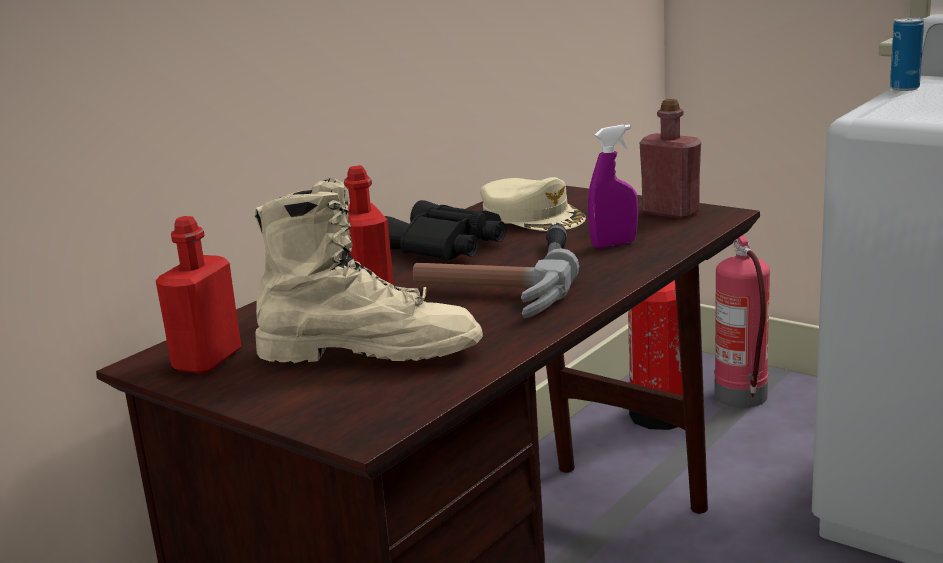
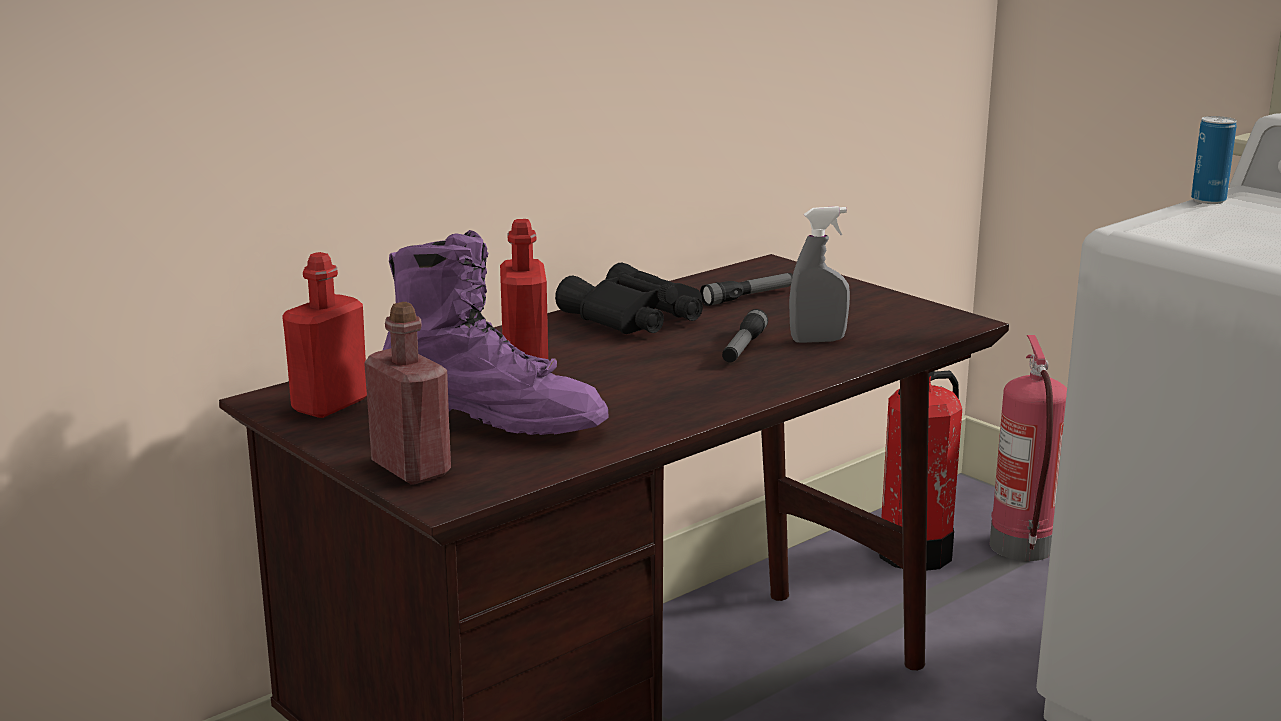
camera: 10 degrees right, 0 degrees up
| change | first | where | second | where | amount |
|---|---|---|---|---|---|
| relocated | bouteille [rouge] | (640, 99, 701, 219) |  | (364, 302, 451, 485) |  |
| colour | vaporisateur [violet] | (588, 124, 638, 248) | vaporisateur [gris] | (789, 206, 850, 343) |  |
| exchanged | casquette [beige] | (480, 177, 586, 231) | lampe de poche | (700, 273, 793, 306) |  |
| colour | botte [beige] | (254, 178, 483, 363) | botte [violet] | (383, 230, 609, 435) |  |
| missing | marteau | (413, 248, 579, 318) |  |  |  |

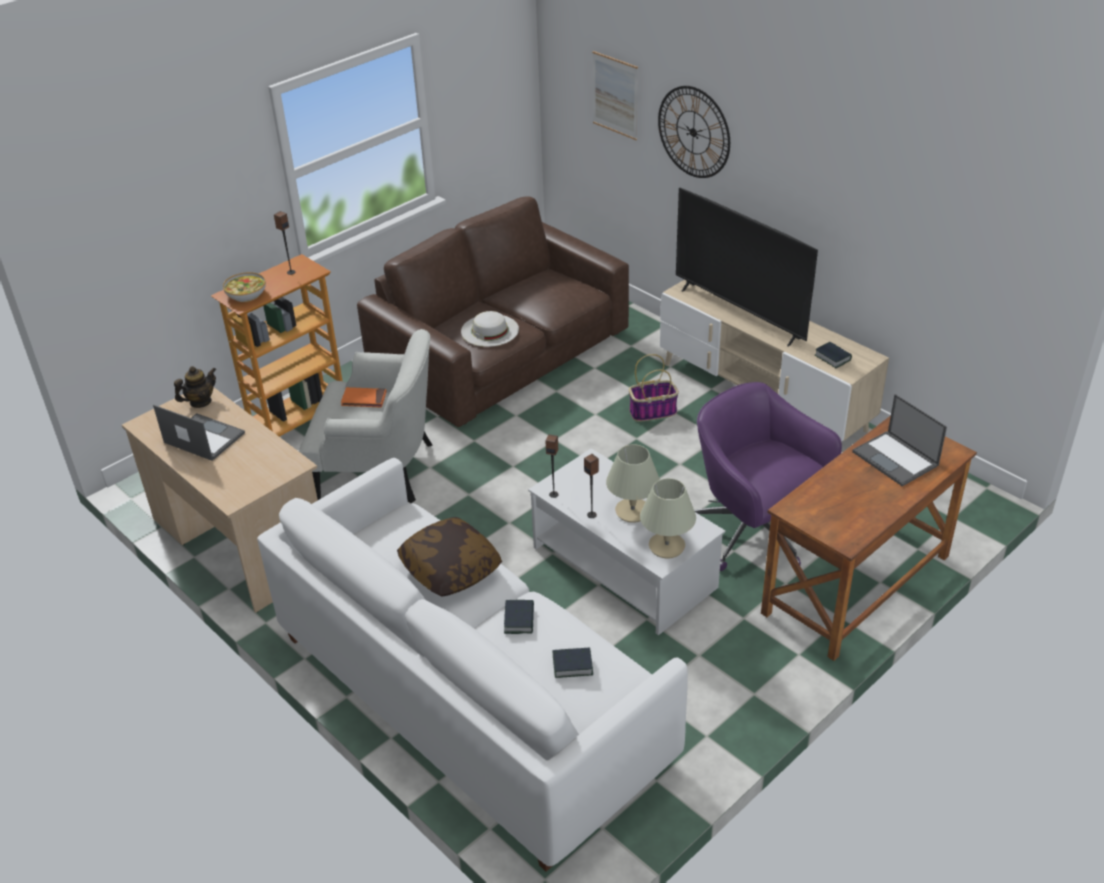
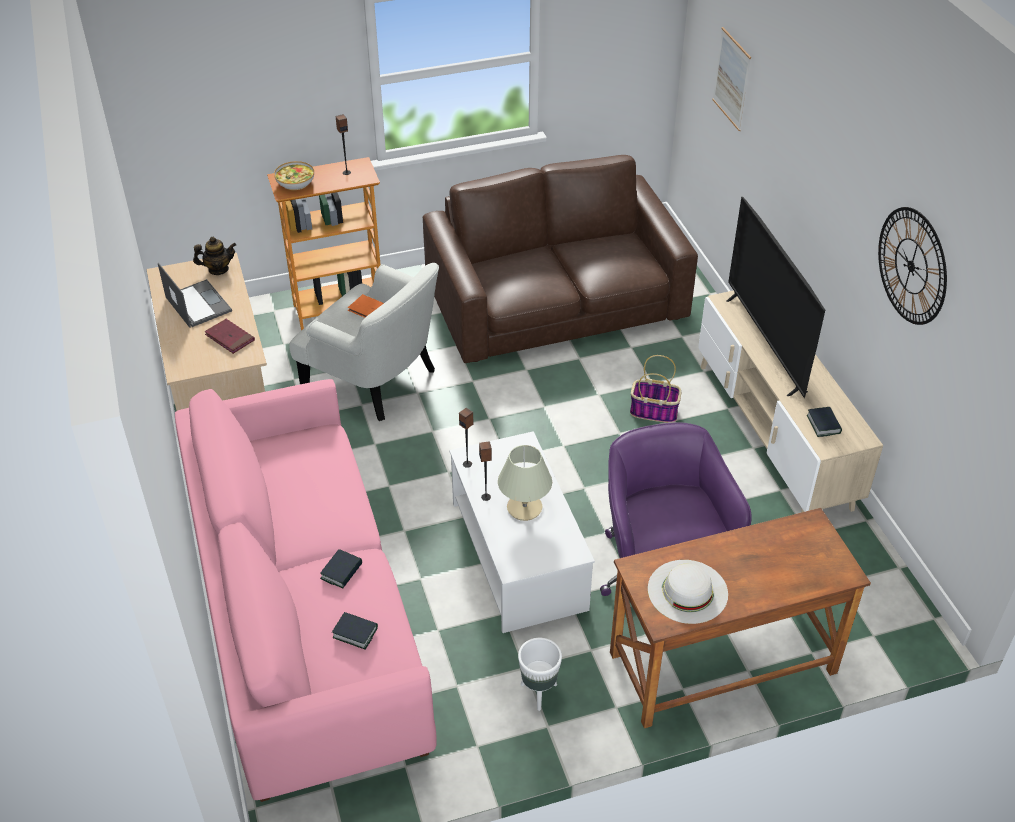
camera: 25 degrees right, 5 degrees up
| change | first | where | second | where | amount |
|---|---|---|---|---|---|
| relocated | horloge murale | (658, 86, 730, 178) |  | (878, 207, 947, 325) |  |
| relocated | chapeau [blanc] | (461, 311, 519, 347) |  | (648, 560, 728, 624) |  |
| missing | ordinateur portable | (852, 394, 947, 486) |  |  |  |
| colour | canapé [blanc] | (257, 458, 688, 871) | canapé [rose] | (175, 379, 436, 802) |  |
| missing | lampe de table [beige] | (640, 478, 696, 558) |  |  |  |
| missing | coussin | (397, 517, 502, 597) |  |  |  |
| appeared |  |  | livre [rouge] | (205, 319, 255, 354) |  |
| appeared |  |  | cache-pot [blanc] | (518, 638, 562, 711) |  |

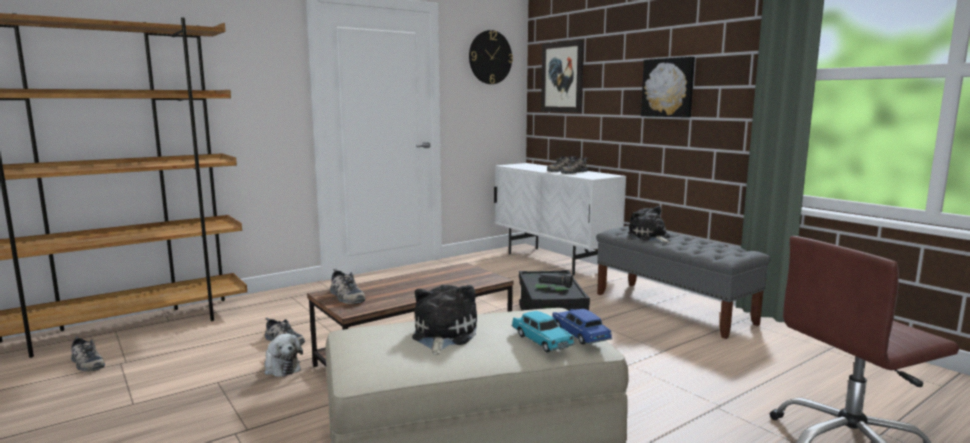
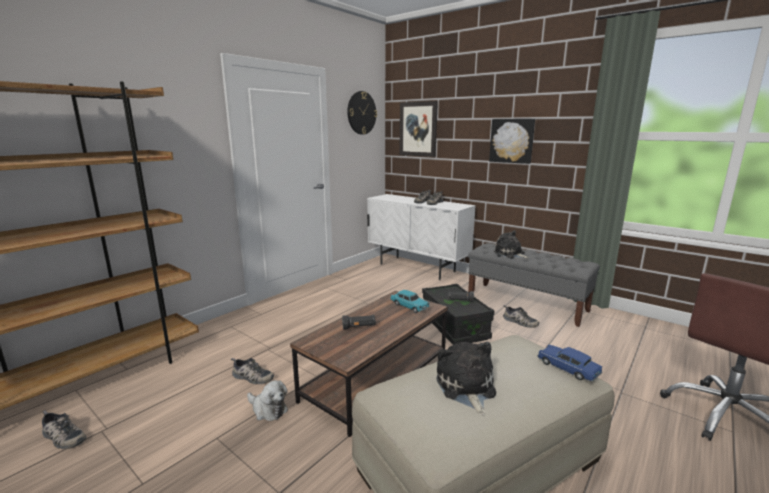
camera: 15 degrees left, 5 degrees up
| change | first | where | second | where | amount |
|---|---|---|---|---|---|
| relocated | chaussure | (330, 269, 365, 304) |  | (503, 305, 539, 328) |  |
| relocated | petite voiture [turquoise] | (511, 311, 575, 353) |  | (390, 290, 430, 313) |  |
| appeared |  |  | lampe de poche [noir] | (342, 315, 376, 330) |  |

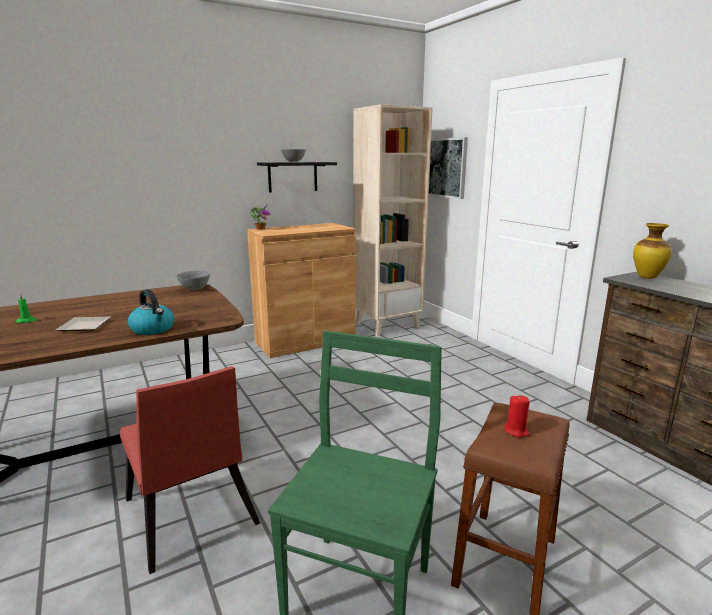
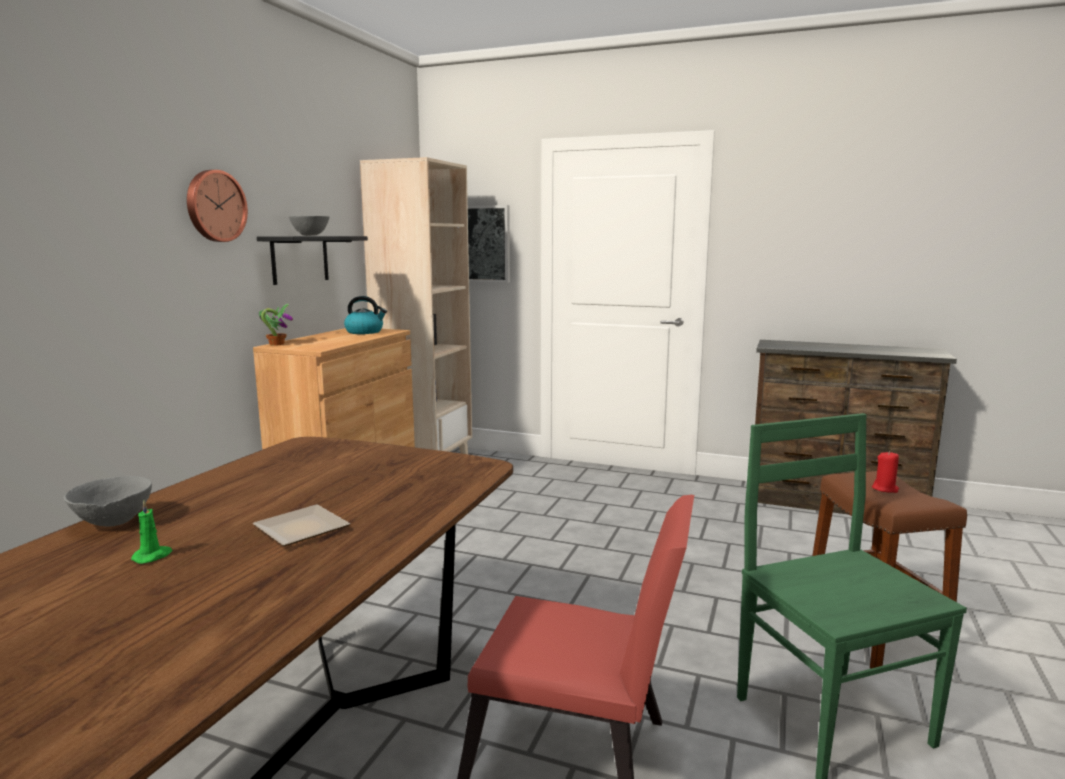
camera: 40 degrees left, 5 degrees down
| change | first | where | second | where | amount |
|---|---|---|---|---|---|
| missing | vase | (633, 223, 672, 279) |  |  |  |
| relocated | bol [gris] | (176, 271, 210, 290) |  | (64, 476, 152, 527) |  |
| relocated | bouilloire | (128, 289, 174, 335) |  | (344, 296, 387, 334) |  |
| appeared |  |  | horloge murale | (187, 170, 248, 242) |  |

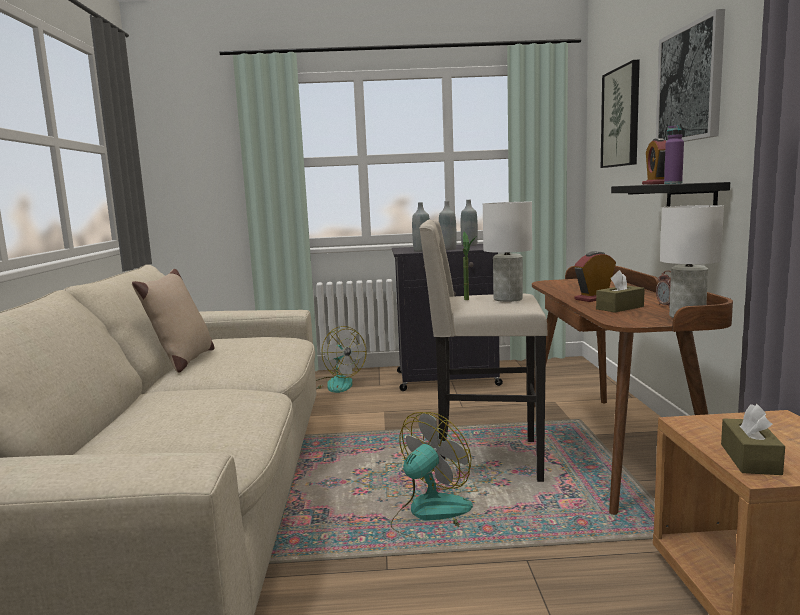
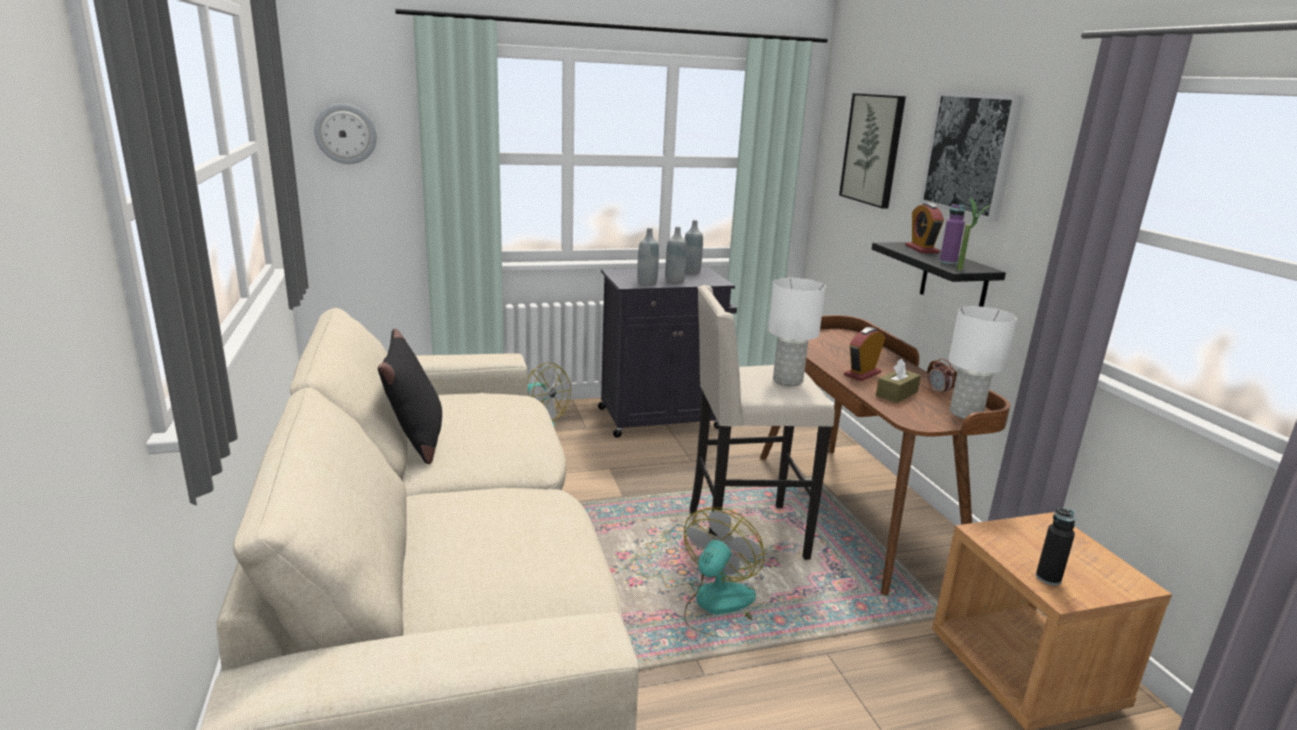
camera: 15 degrees left, 10 degrees up
| change | first | where | second | where | amount |
|---|---|---|---|---|---|
| relocated | plante en pot | (463, 232, 476, 300) |  | (957, 197, 991, 271) |  |
| colour | coussin [beige] | (132, 269, 215, 373) | coussin [noir] | (378, 329, 442, 464) |  |
| exchanged | boîte à mouchoirs [marron] | (721, 404, 785, 475) | bouteille [noir] | (1036, 508, 1075, 585) |  |
| appeared |  |  | horloge murale | (314, 104, 377, 164) |  |

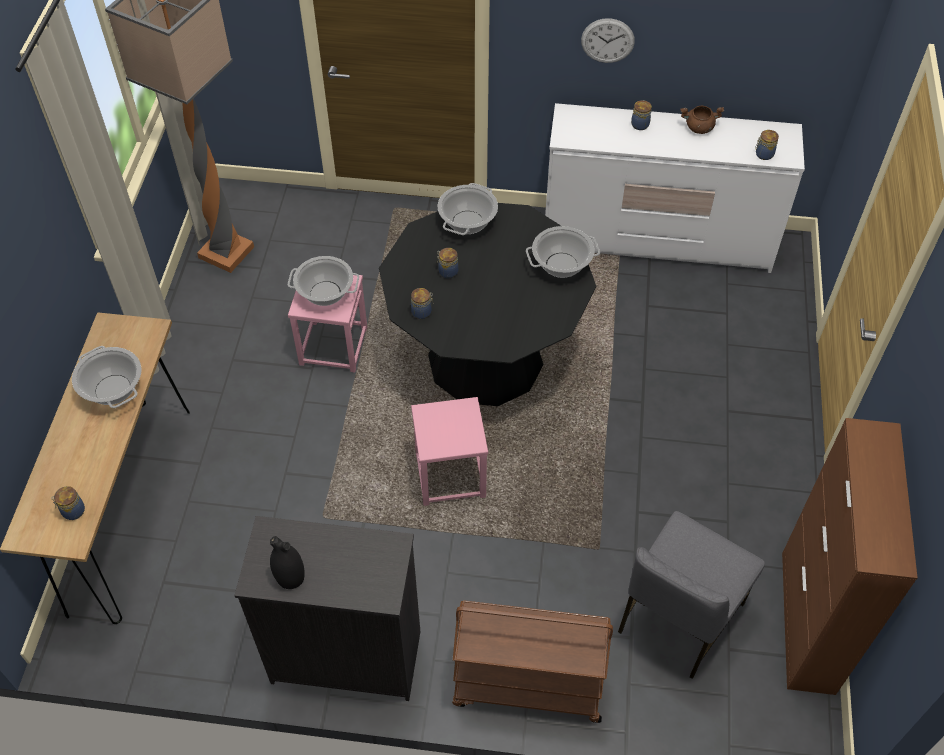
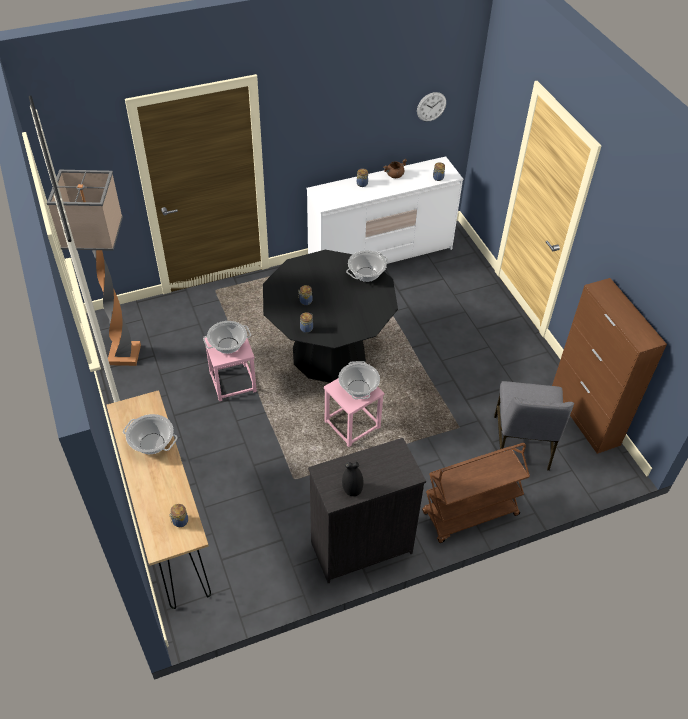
camera: 30 degrees left, 5 degrees down
| change | first | where | second | where | amount |
|---|---|---|---|---|---|
| relocated | horloge murale | (581, 18, 635, 63) |  | (417, 92, 446, 122) |  |
| relocated | marmite | (438, 183, 498, 235) |  | (338, 361, 380, 399) |  |

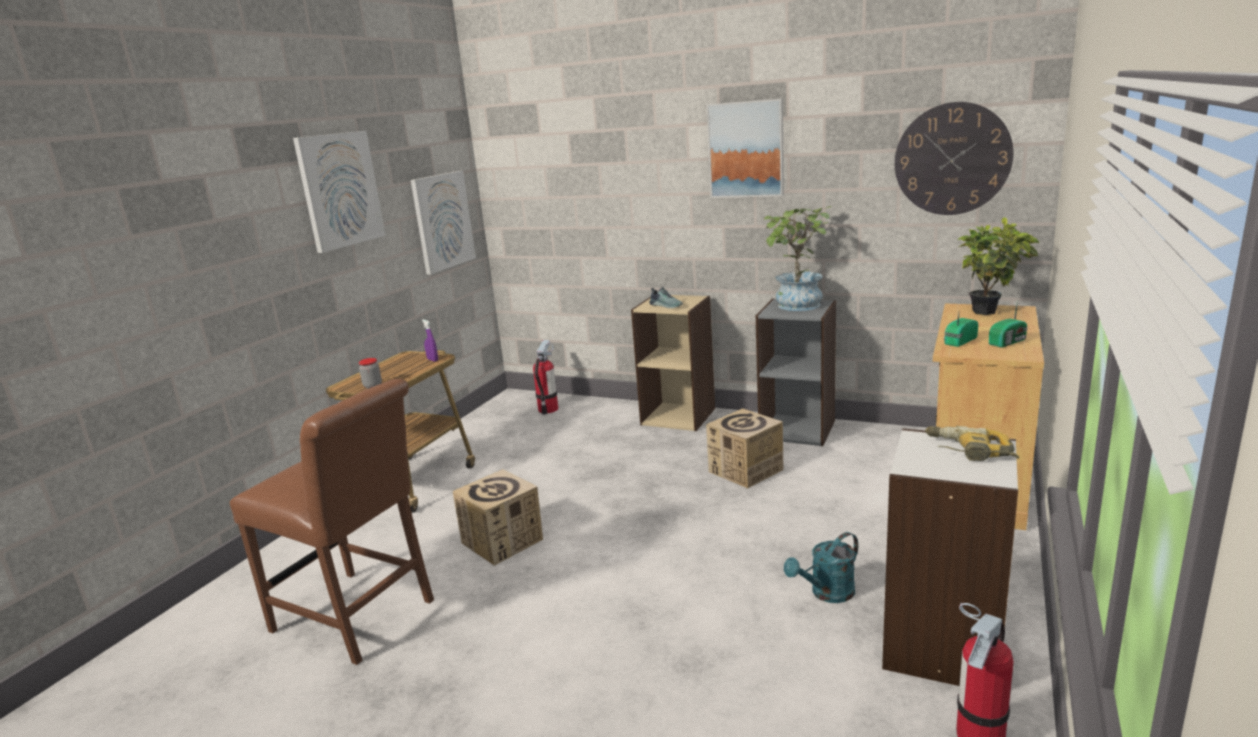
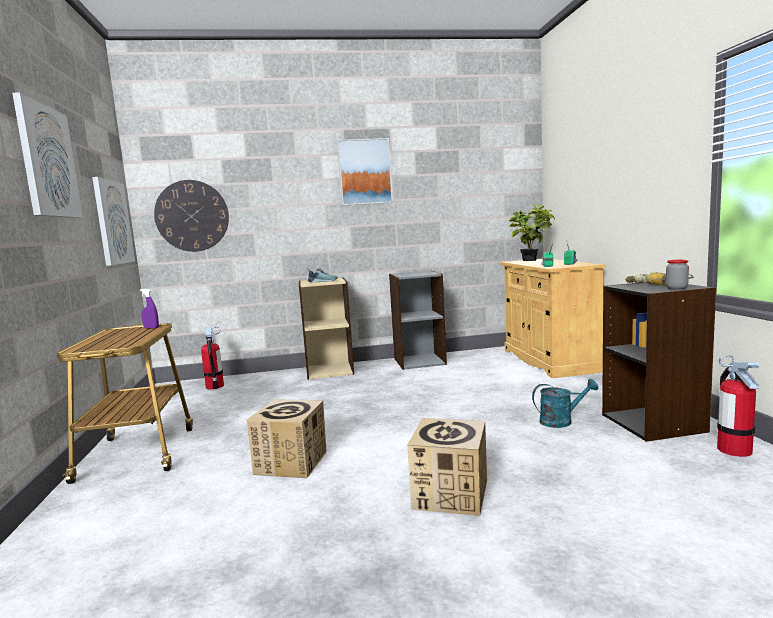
camera: 35 degrees left, 10 degrees down
| change | first | where | second | where | amount |
|---|---|---|---|---|---|
| relocated | horloge murale | (895, 102, 1014, 215) |  | (154, 180, 229, 252) |  |
| missing | plante en pot | (764, 206, 832, 311) |  |  |  |
| relocated | bocal | (359, 358, 382, 389) |  | (666, 260, 689, 289) |  |
| missing | chaise [marron] | (230, 379, 434, 665) |  |  |  |
| relocated | carton | (706, 408, 783, 488) |  | (407, 418, 487, 516) |  |
| colour | bibliothèque [blanc] | (882, 428, 1018, 686) | bibliothèque [noir] | (602, 282, 716, 442) |  |
| spun | arrosoir [turquoise] | (784, 532, 858, 603) |  | (532, 379, 599, 428) | 120 degrees counterclockwise |

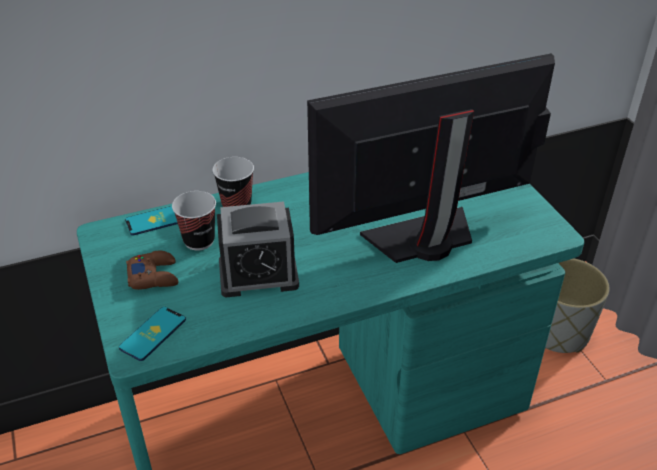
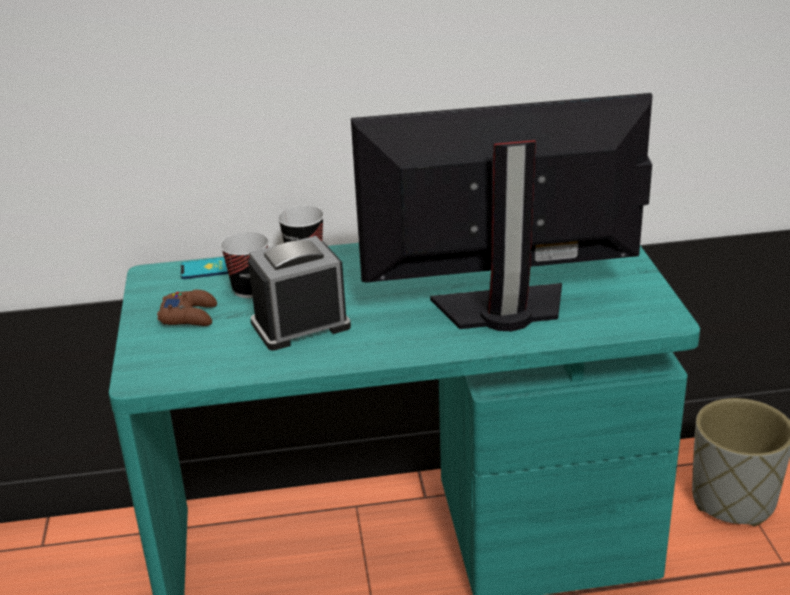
camera: 15 degrees right, 10 degrees down
| change | first | where | second | where | amount |
|---|---|---|---|---|---|
| spun | réveil | (217, 201, 299, 297) |  | (248, 236, 351, 350) | 150 degrees clockwise |
| missing | téléphone | (119, 307, 186, 361) |  |  |  |

